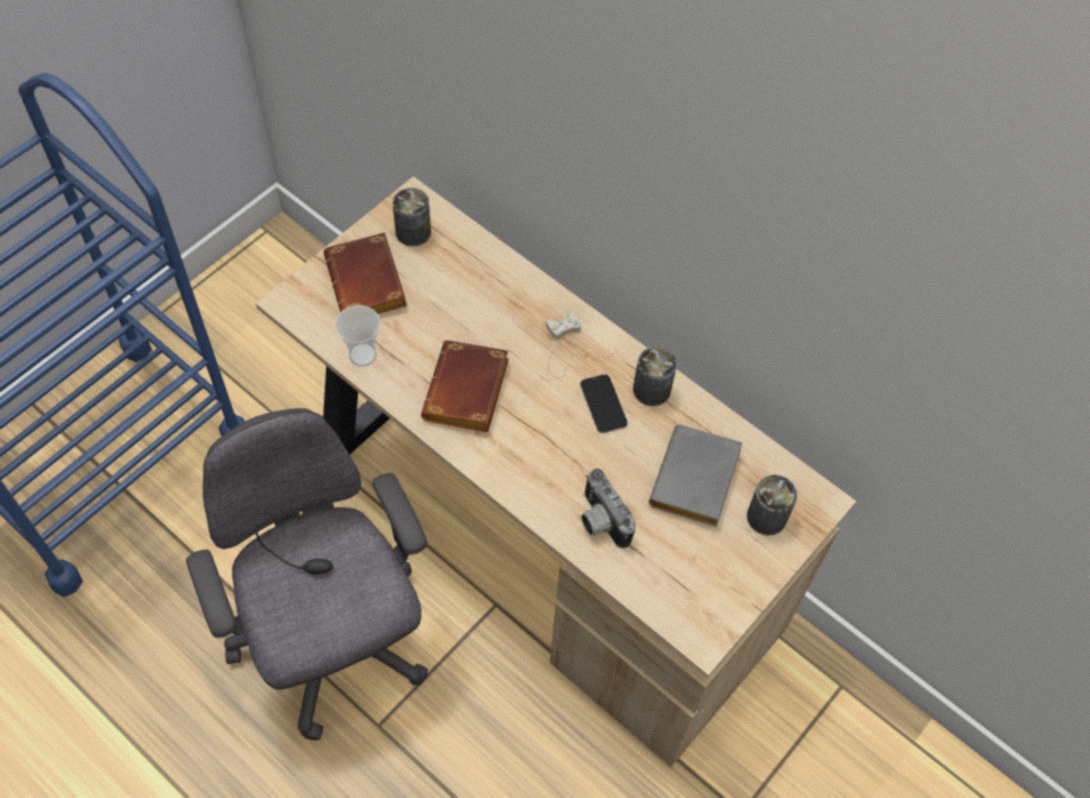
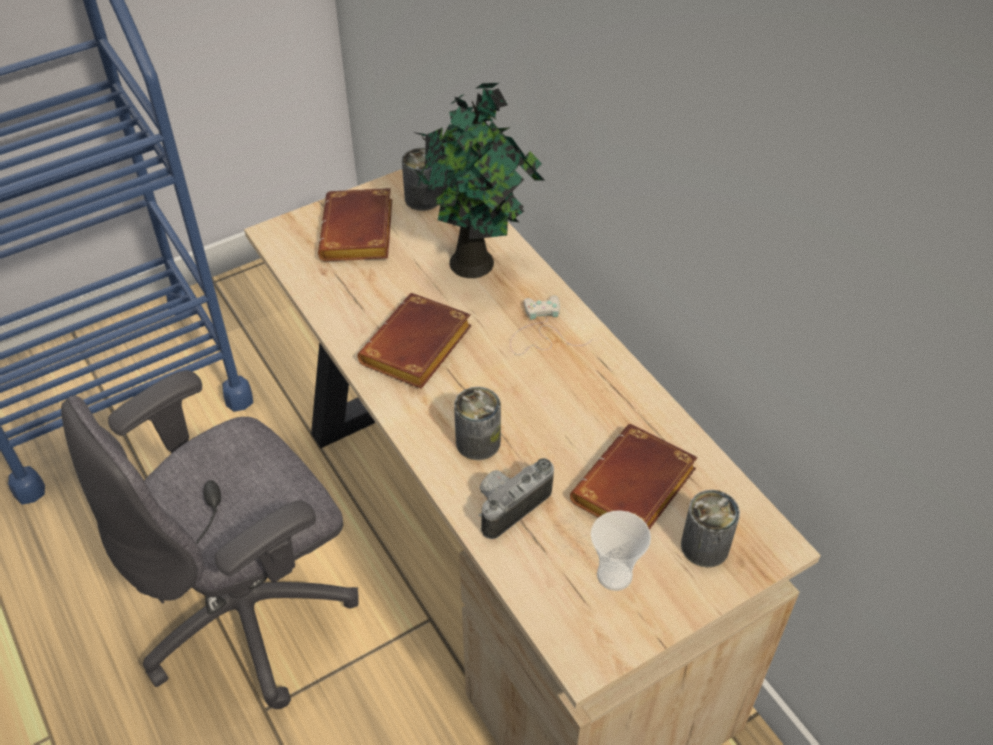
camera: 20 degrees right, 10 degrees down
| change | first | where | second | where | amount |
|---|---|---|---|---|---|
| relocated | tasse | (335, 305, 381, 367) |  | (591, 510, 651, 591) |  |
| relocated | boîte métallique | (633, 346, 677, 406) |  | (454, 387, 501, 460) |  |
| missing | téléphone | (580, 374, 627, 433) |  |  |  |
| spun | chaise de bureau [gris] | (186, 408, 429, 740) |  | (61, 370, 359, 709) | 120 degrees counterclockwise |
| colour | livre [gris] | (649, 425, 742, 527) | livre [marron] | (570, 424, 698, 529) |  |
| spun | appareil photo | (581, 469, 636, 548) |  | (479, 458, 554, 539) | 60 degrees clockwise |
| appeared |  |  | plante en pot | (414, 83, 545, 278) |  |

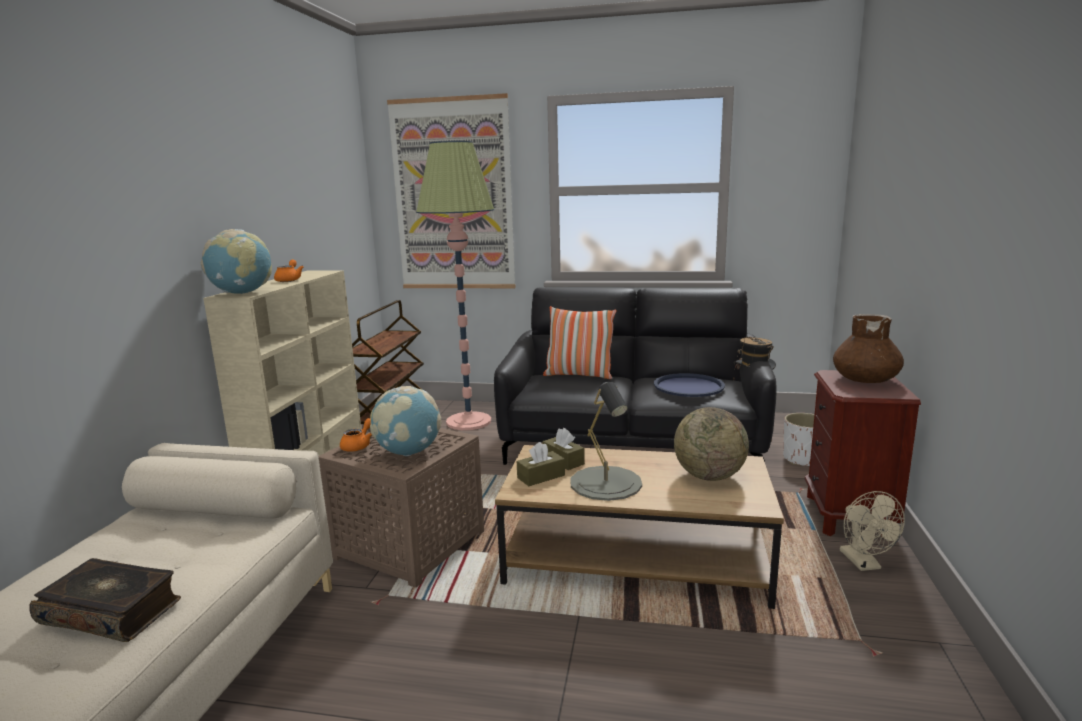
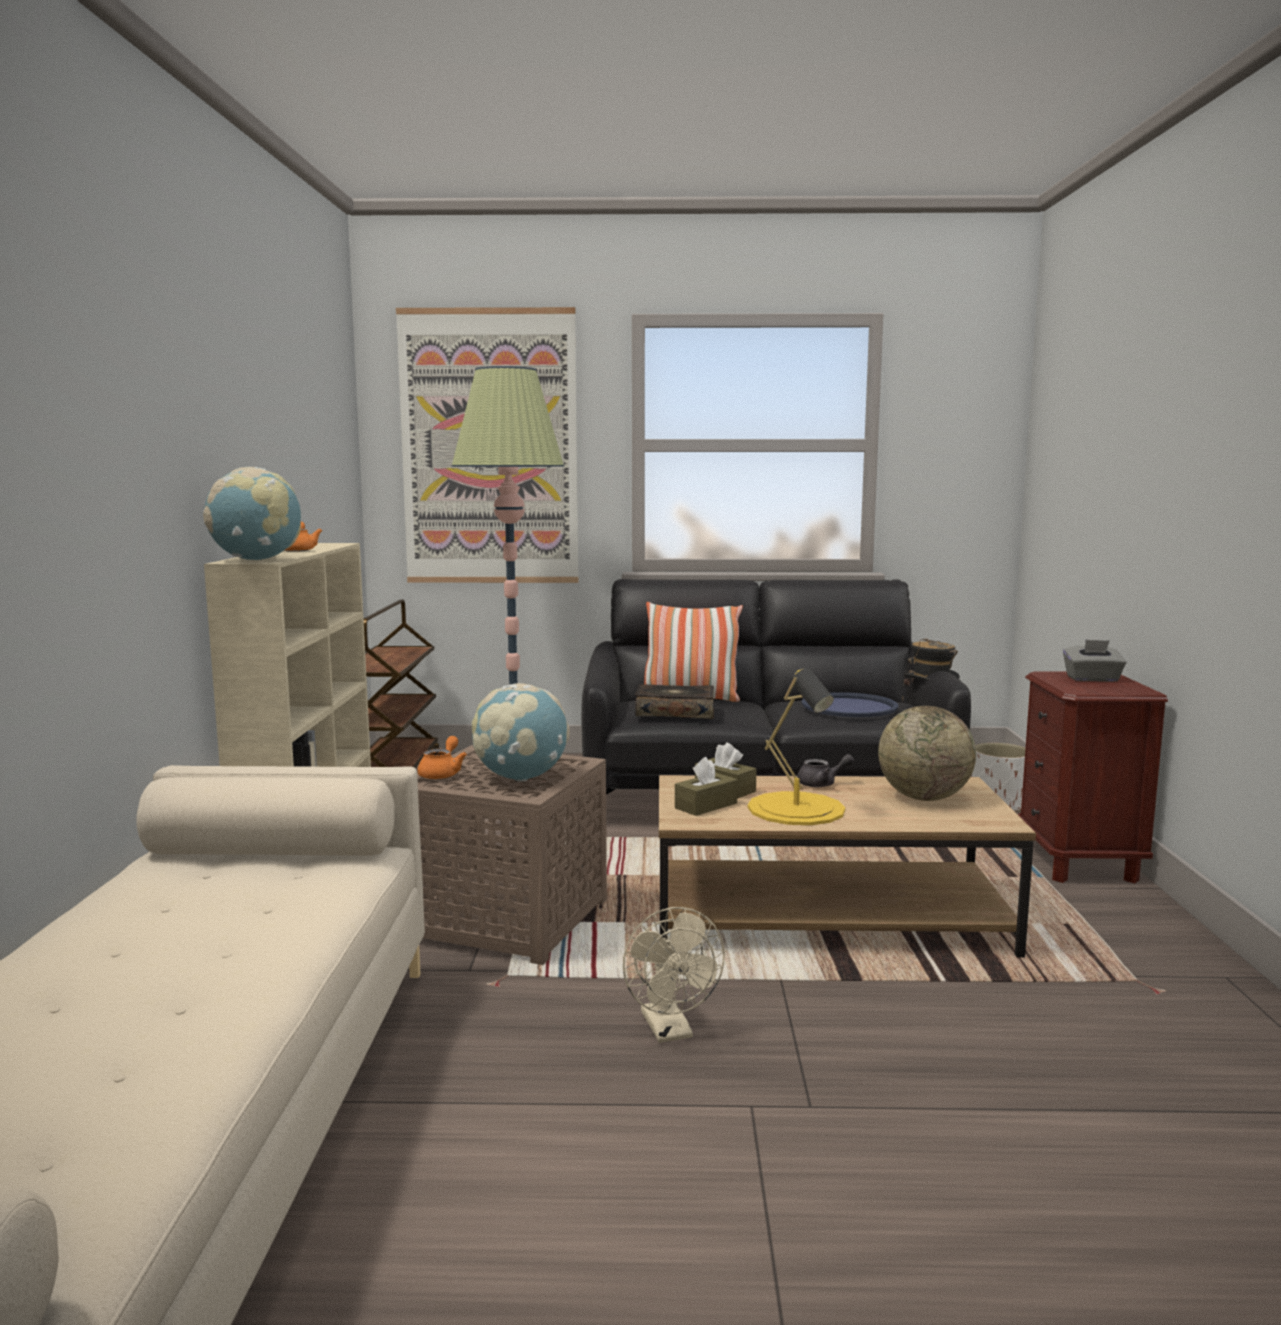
camera: 10 degrees left, 5 degrees down
| change | first | where | second | where | amount |
|---|---|---|---|---|---|
| exchanged | vase [marron] | (833, 314, 904, 383) | boîte à mouchoirs [gris] | (1063, 640, 1126, 682) |  |
| colour | lampe de table [gris] | (570, 382, 642, 501) | lampe de table [jaune] | (748, 668, 845, 825) |  |
| relocated | ventilateur [beige] | (840, 491, 905, 571) |  | (623, 907, 725, 1043) |  |
| relocated | livre | (29, 558, 181, 642) |  | (635, 684, 714, 719) |  |
| appeared |  |  | théière [gris] | (797, 754, 854, 787) |  |

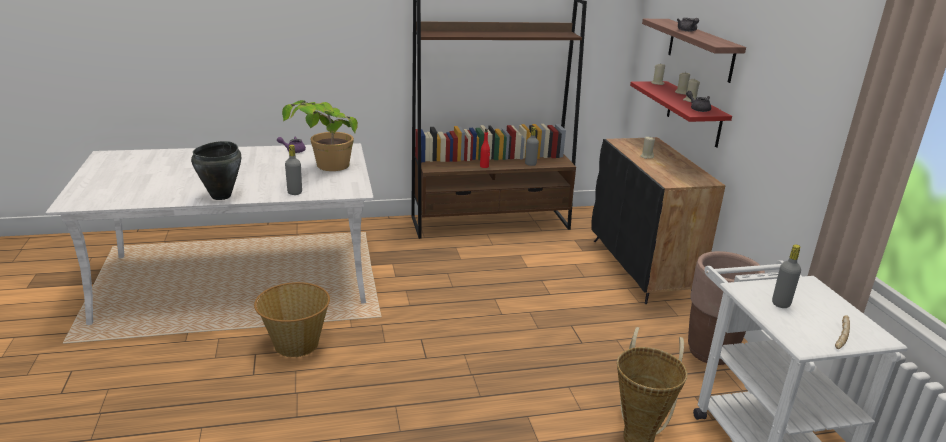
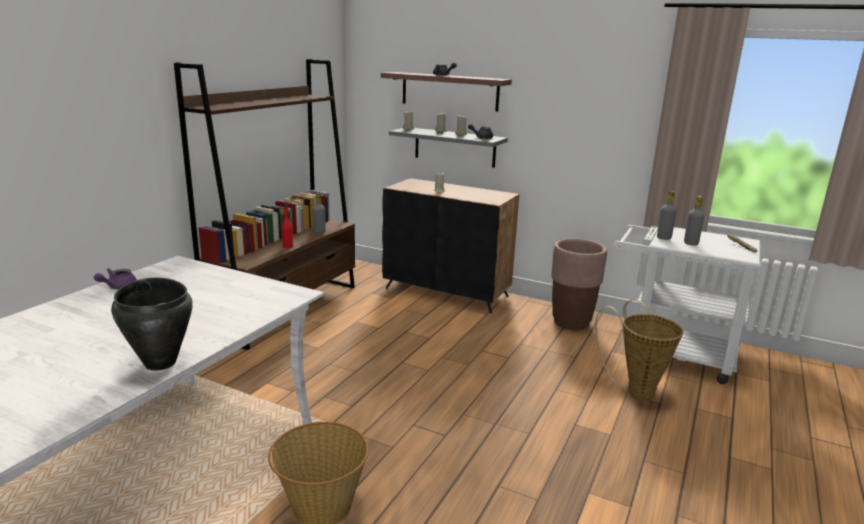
camera: 50 degrees left, 5 degrees down
| change | first | where | second | where | amount |
|---|---|---|---|---|---|
| colour | étagère [rouge] | (630, 81, 732, 148) | étagère [gris] | (389, 128, 508, 168) |  |
| missing | plante en pot | (282, 100, 358, 171) |  |  |  |
| relocated | bouteille [gris] | (285, 145, 302, 195) |  | (657, 191, 677, 240) |  |

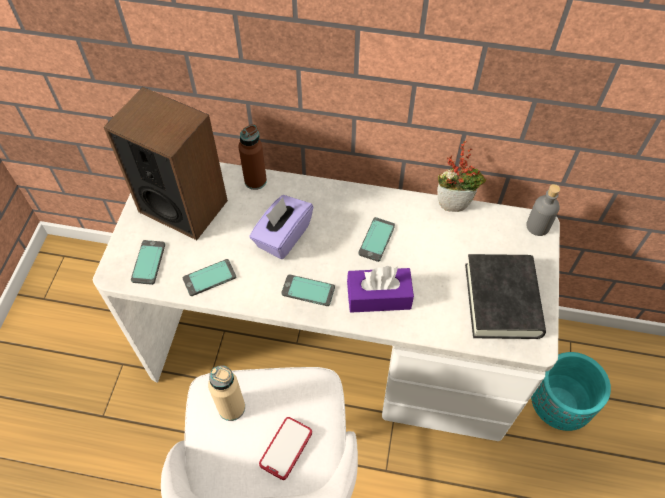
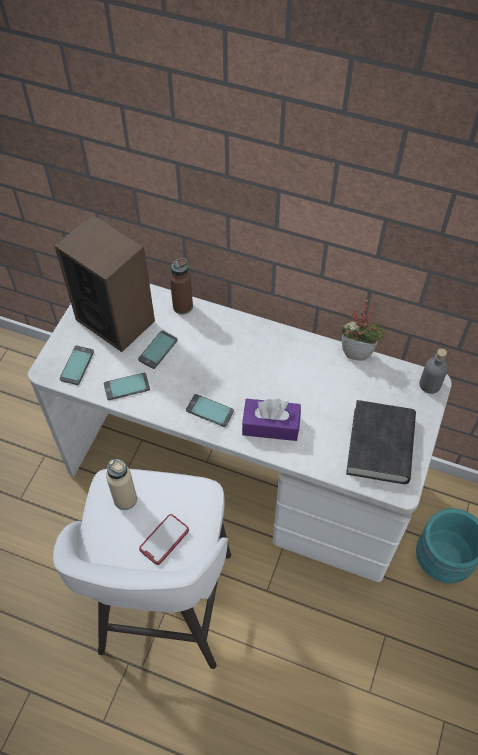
camera: 10 degrees right, 0 degrees up
| change | first | where | second | where | amount |
|---|---|---|---|---|---|
| missing | boîte à mouchoirs [violet] | (249, 195, 313, 259) |  |  |  |
| relocated | téléphone | (358, 217, 395, 262) |  | (138, 330, 178, 369) |  |

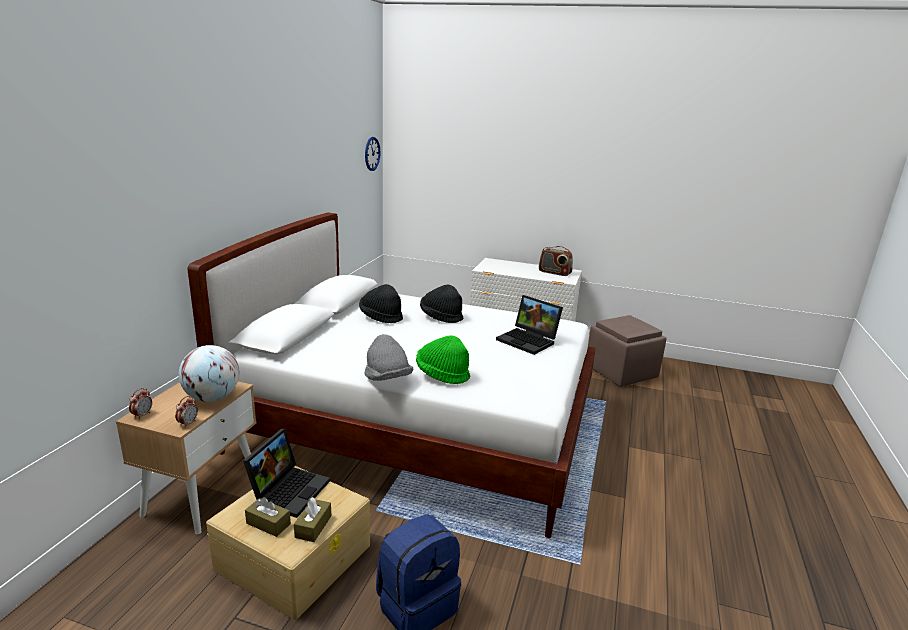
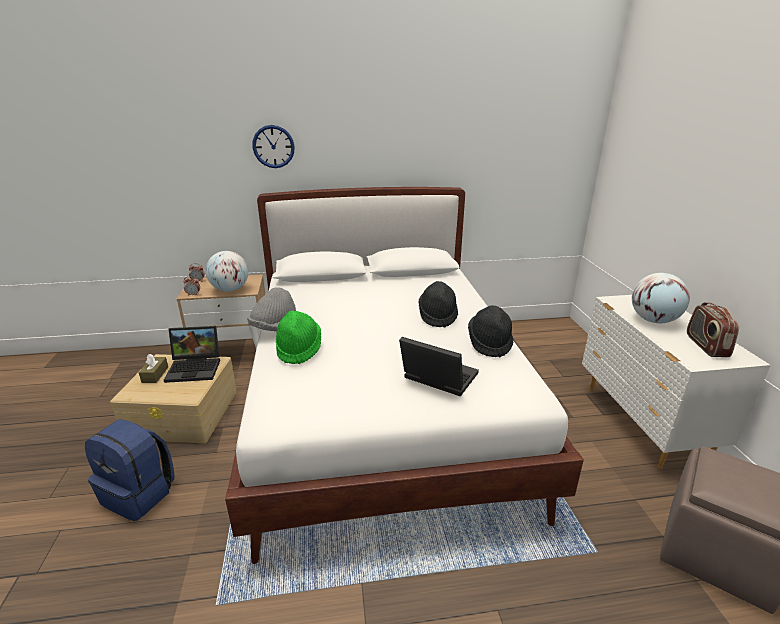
camera: 65 degrees right, 5 degrees up
| change | first | where | second | where | amount |
|---|---|---|---|---|---|
| relocated | horloge murale | (365, 137, 381, 171) |  | (252, 125, 295, 168) |  |
| relocated | chapeau [noir] | (359, 284, 403, 323) |  | (468, 305, 514, 357) |  |
| spun | ordinateur portable | (496, 295, 563, 355) |  | (399, 337, 479, 397) | 105 degrees clockwise |
| missing | boîte à mouchoirs [marron] | (294, 497, 331, 542) |  |  |  |
| appeared |  |  | globe | (632, 273, 690, 323) |  |

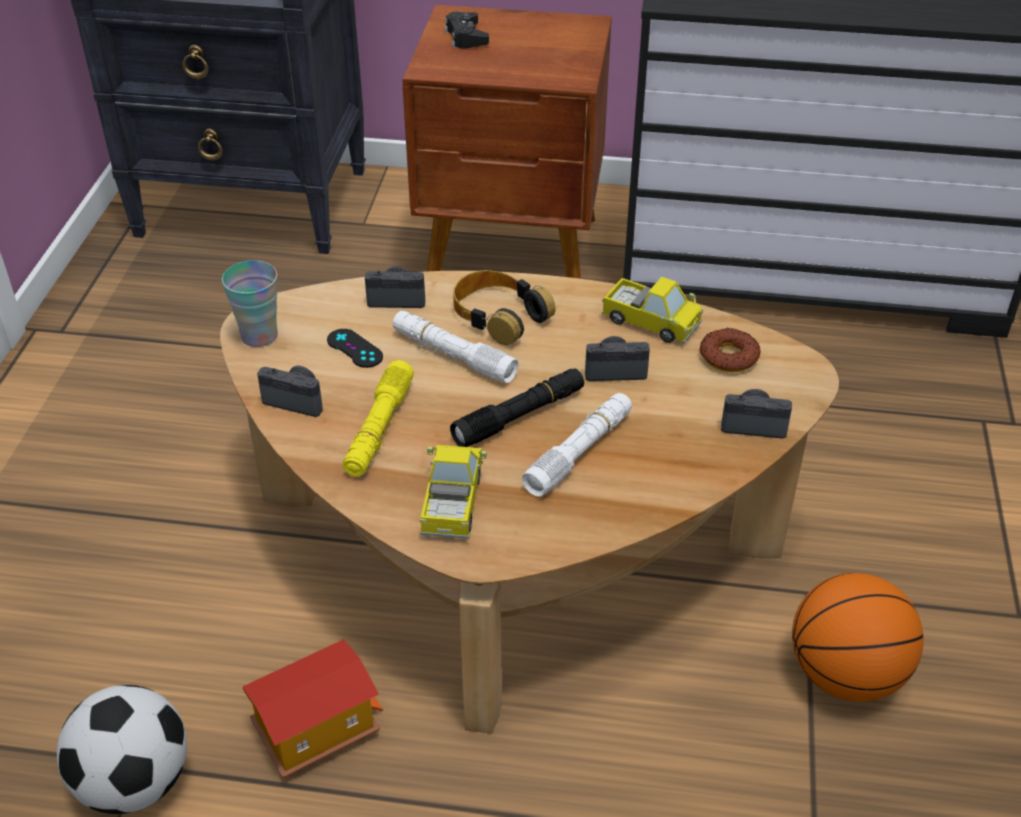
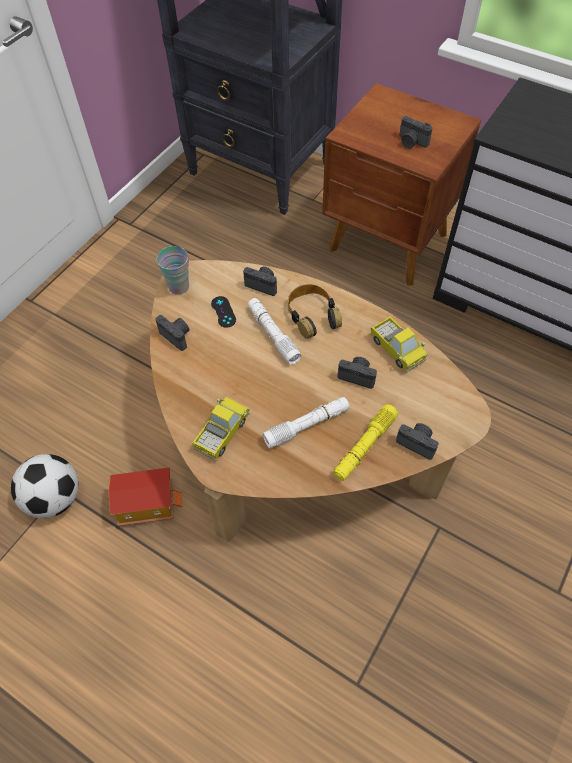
camera: 25 degrees right, 15 degrees up
| change | first | where | second | where | amount |
|---|---|---|---|---|---|
| missing | manette [noir] | (445, 11, 489, 49) |  |  |  |
| missing | beignet | (699, 328, 761, 372) |  |  |  |
| relocated | lampe de poche [jaune] | (343, 360, 414, 477) |  | (333, 404, 398, 481) |  |
| missing | lampe de poche [noir] | (450, 368, 584, 447) |  |  |  |
| missing | ballon de basket | (792, 573, 924, 702) |  |  |  |
| appeared |  |  | appareil photo | (399, 116, 432, 149) |  |

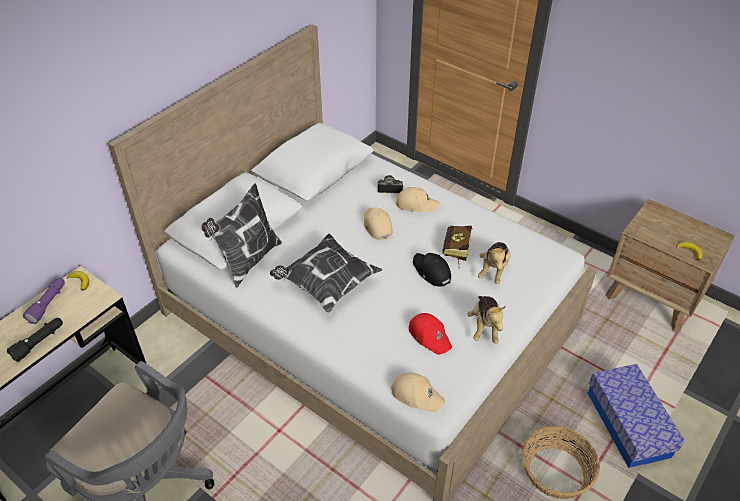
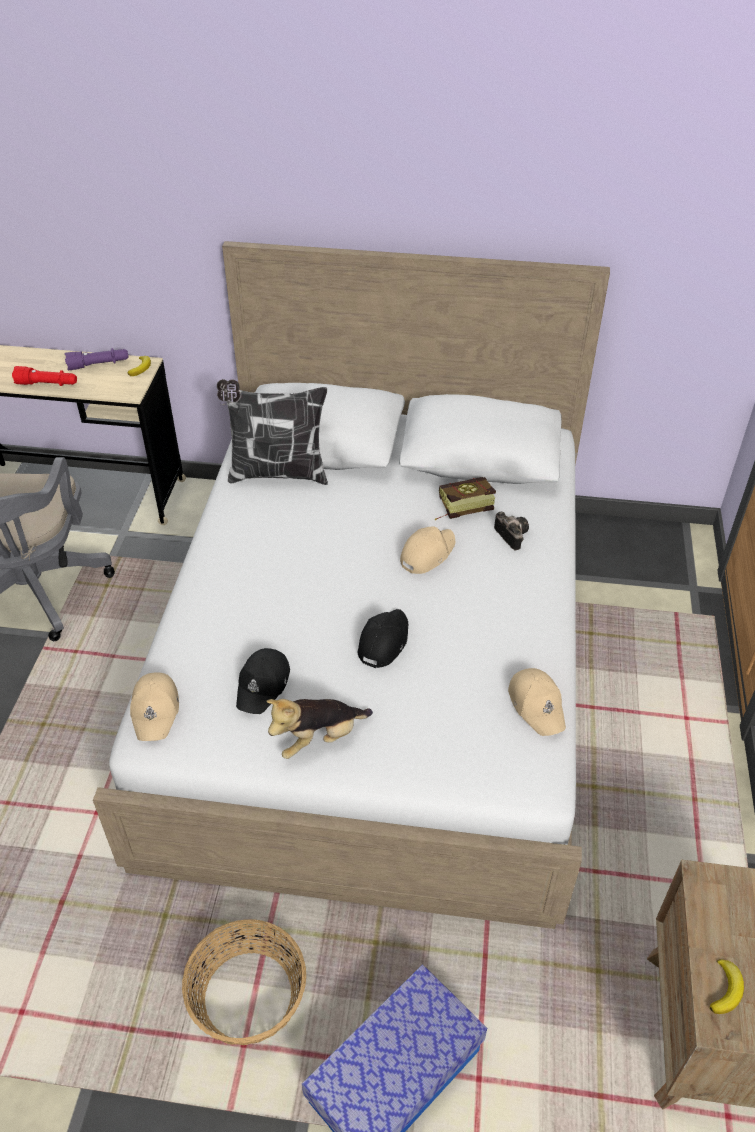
camera: 60 degrees right, 0 degrees up
| change | first | where | second | where | amount |
|---|---|---|---|---|---|
| relocated | casquette [beige] | (396, 187, 440, 212) |  | (508, 668, 566, 736) |  |
| relocated | livre | (442, 226, 473, 269) |  | (435, 477, 496, 520) |  |
| missing | coussin | (270, 234, 383, 313) |  |  |  |
| missing | peluche | (478, 242, 511, 284) |  |  |  |
| colour | casquette [rouge] | (409, 313, 452, 355) | casquette [noir] | (236, 648, 290, 714) |  |
| colour | lampe de poche [noir] | (7, 318, 63, 362) | lampe de poche [rouge] | (12, 366, 77, 386) |  |

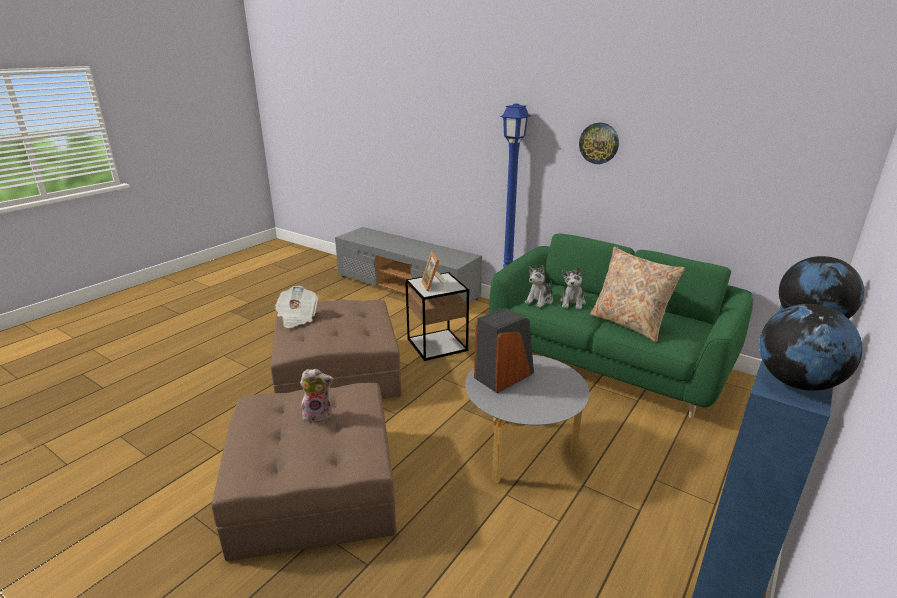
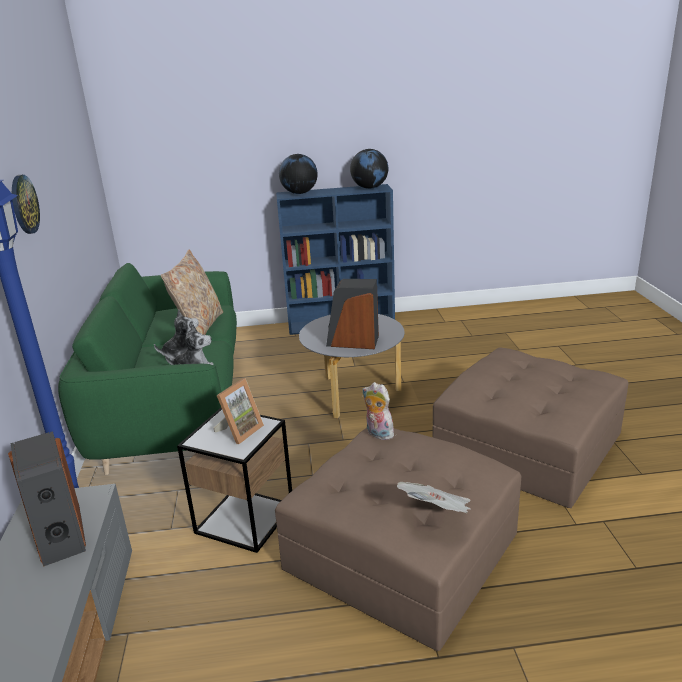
camera: 130 degrees left, 0 degrees up
| change | first | where | second | where | amount |
|---|---|---|---|---|---|
| relocated | peluche | (300, 369, 333, 423) |  | (362, 382, 394, 440) |  |
| appeared |  |  | enceinte | (8, 431, 86, 567) |  |

